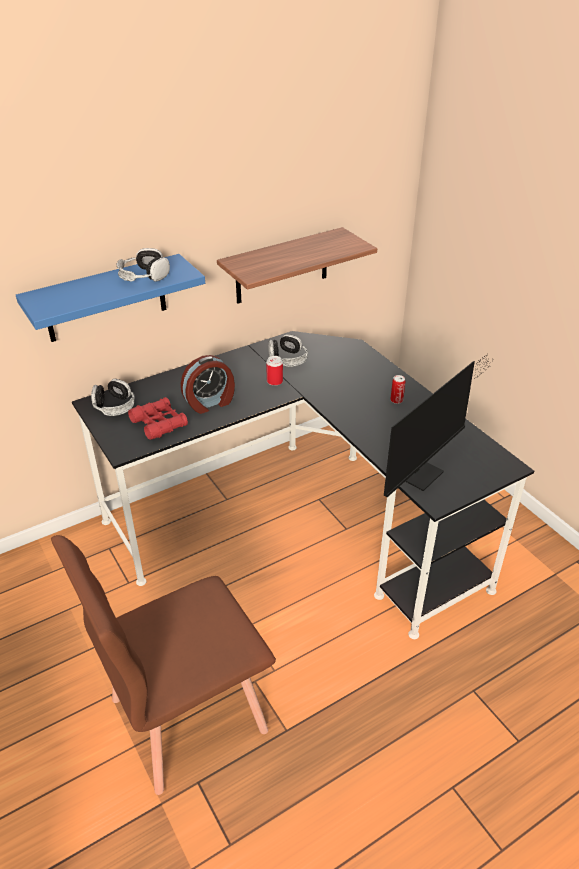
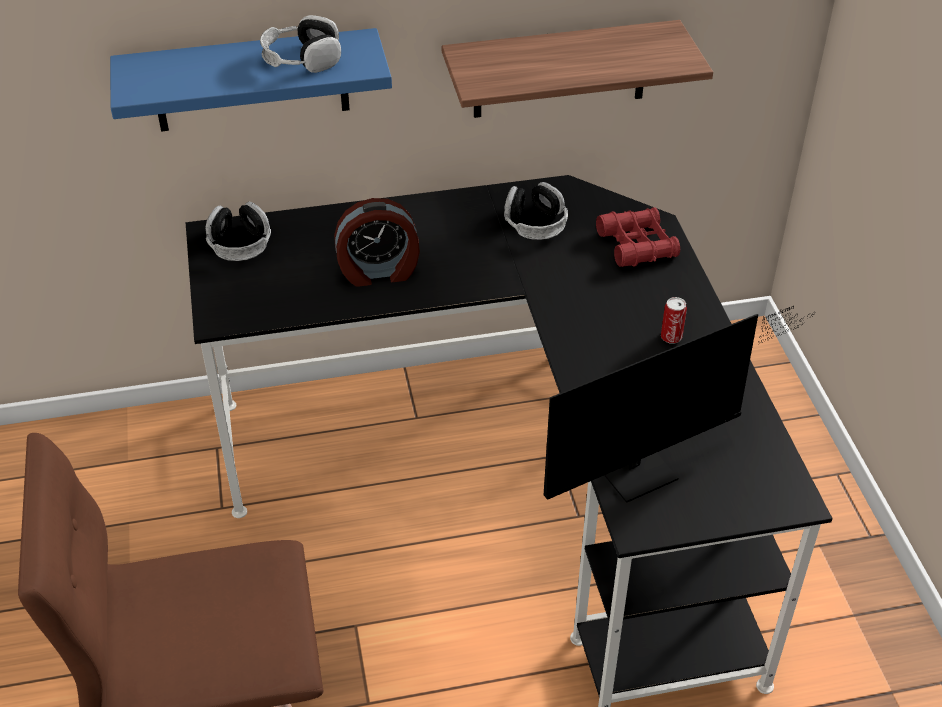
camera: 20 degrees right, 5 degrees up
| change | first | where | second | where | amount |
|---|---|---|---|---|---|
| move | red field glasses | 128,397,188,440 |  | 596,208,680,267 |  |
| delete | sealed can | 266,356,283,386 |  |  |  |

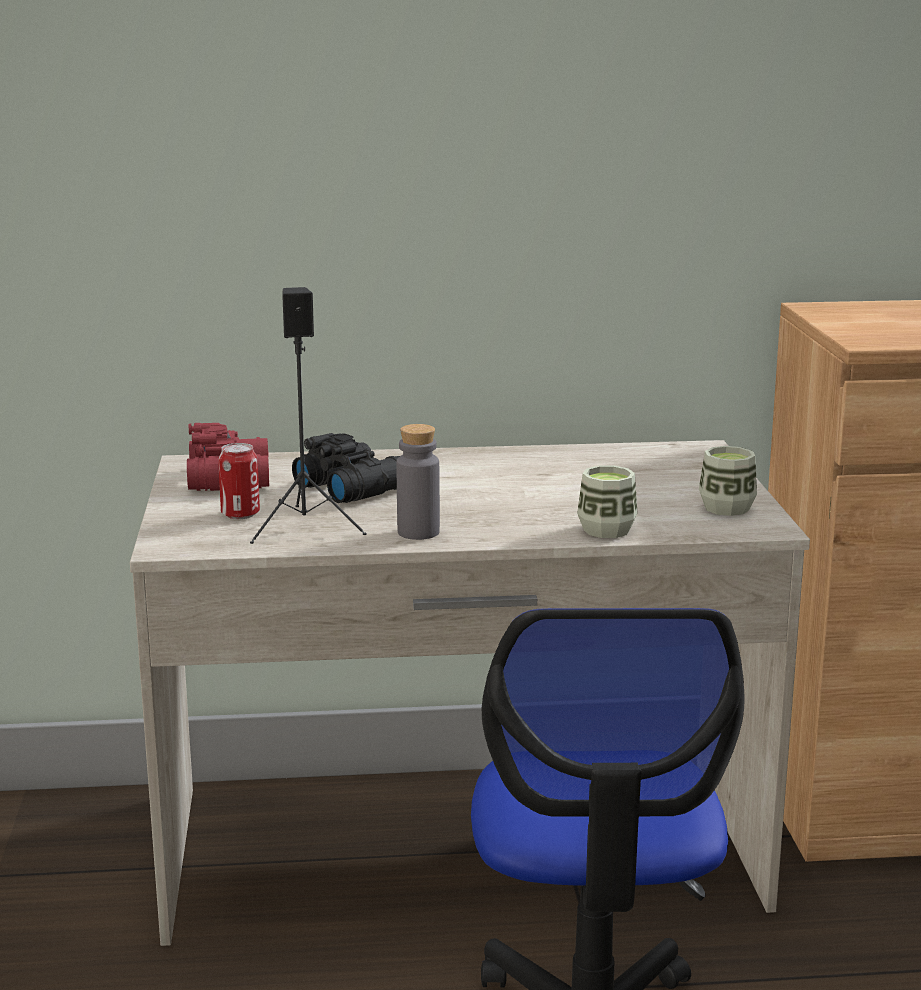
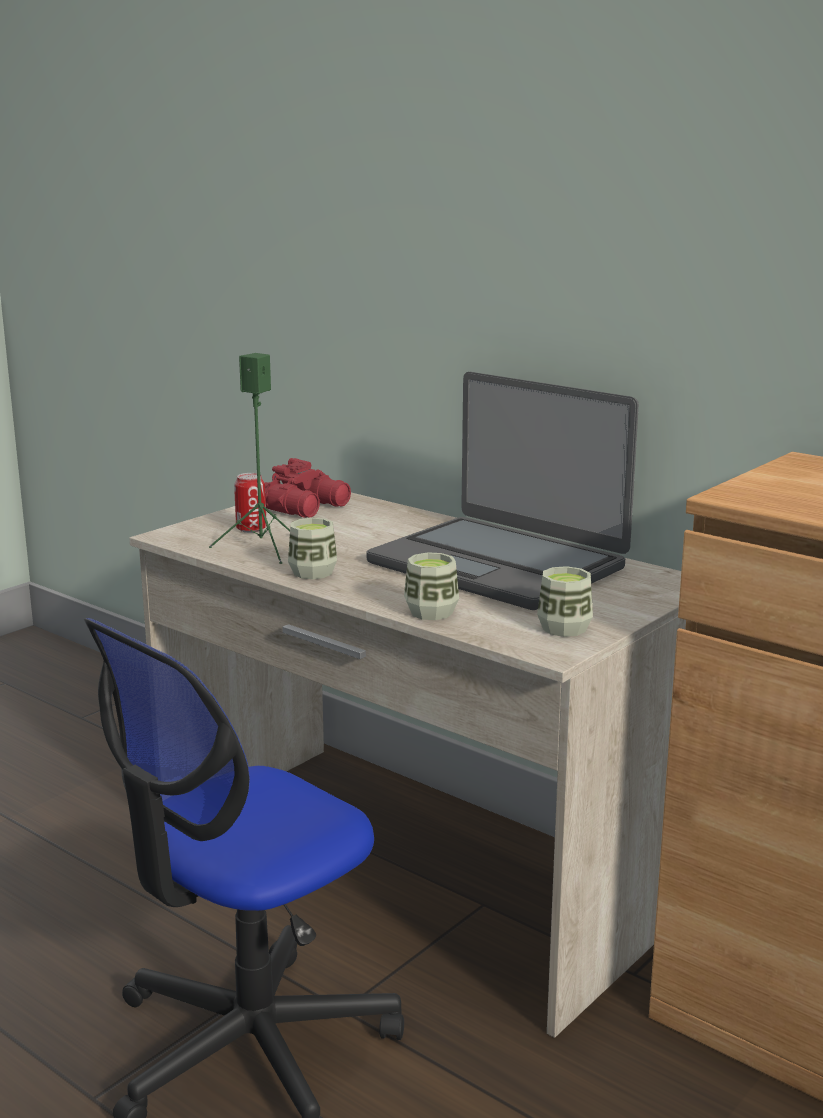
camera: 45 degrees right, 0 degrees up
| change | first | where | second | where | amount |
|---|---|---|---|---|---|
| recolor | black-coloured speaker | 250,287,366,544 | green-coloured speaker | 209,353,290,564 |  |
| replace | gray beverage bottle | 397,424,440,540 | small cup | 288,518,337,579 |  |
| insert |  |  | notebook computer | 366,372,639,610 |  |
| delete | black-coloured field glasses | 292,433,400,503 |  |  |  |

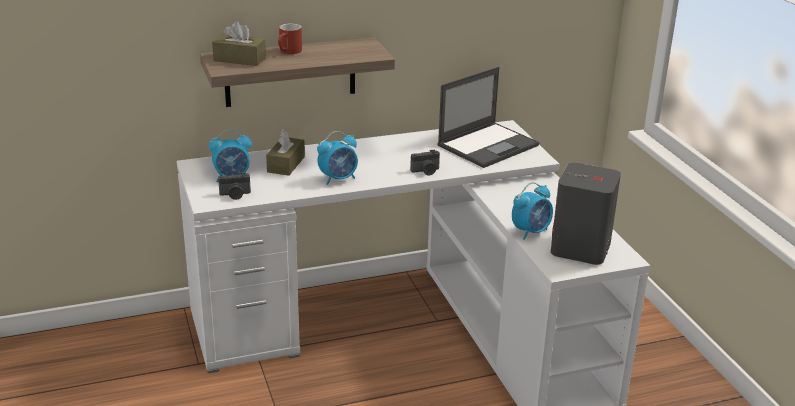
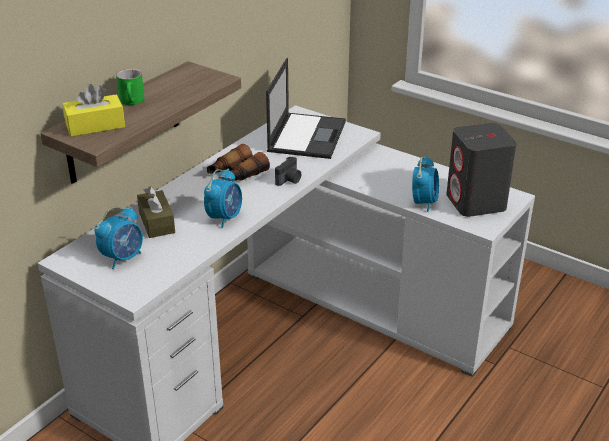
camera: 35 degrees left, 5 degrees up
| change | first | where | second | where | amount |
|---|---|---|---|---|---|
| recolor | brownish tissue box | 212,21,266,66 | yellow-coloured tissue box | 62,84,125,137 |  |
| recolor | red coffee mug | 278,24,302,54 | green-coloured coffee mug | 116,69,145,105 |  |
| insert |  |  | field glasses | 207,144,270,181 |  |
| delete | still camera | 218,172,251,200 |  |  |  |

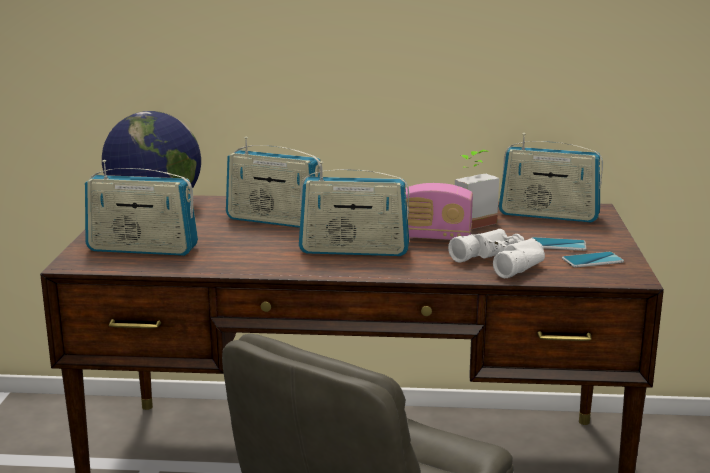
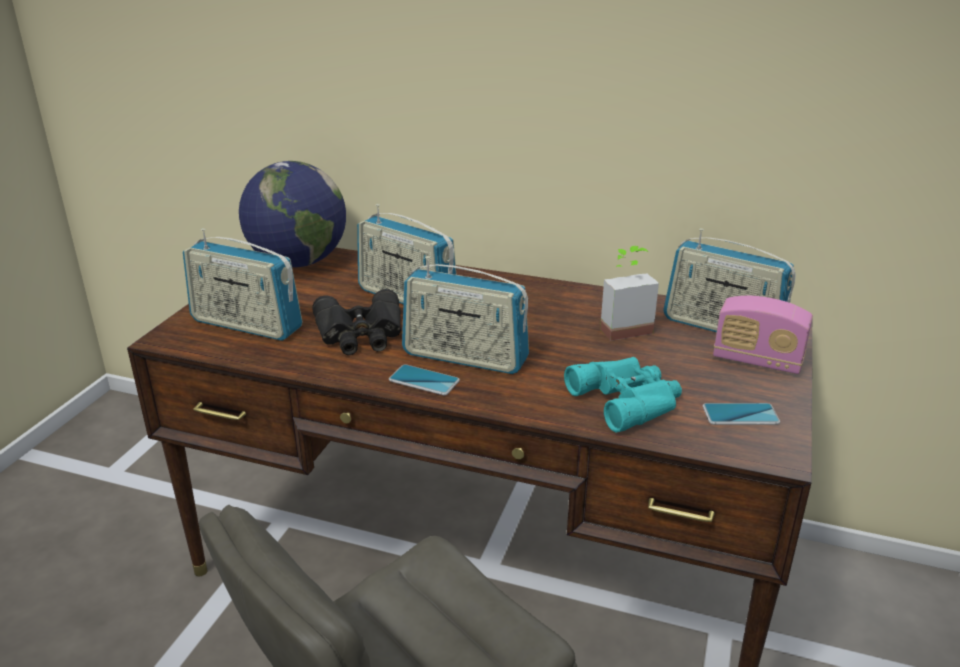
camera: 15 degrees right, 10 degrees up
| change | first | where | second | where | amount |
|---|---|---|---|---|---|
| insert |  |  | black-coloured field glasses | 312,289,401,355 |  |
| move | handset | 532,237,586,251 |  | 389,364,460,395 |  |
| recolor | white-coloured field glasses | 448,229,545,278 | turquoise-coloured field glasses | 564,357,682,433 |  |
| move | radio set | 406,183,473,240 |  | 713,296,813,374 |  |

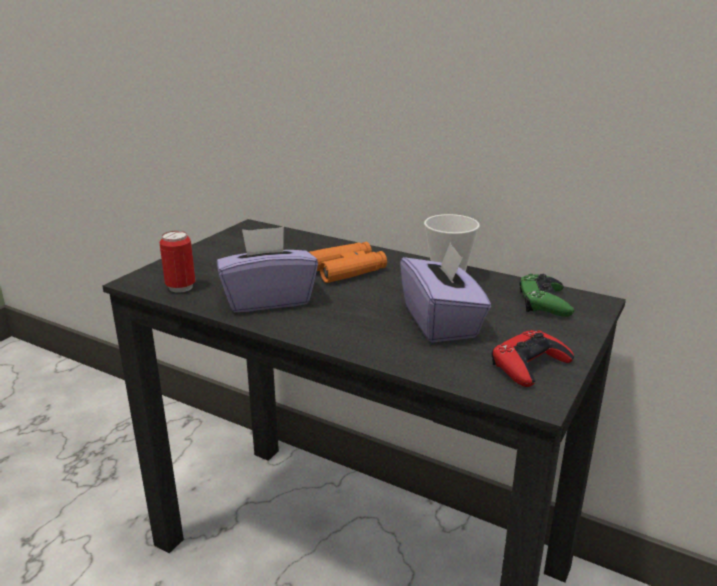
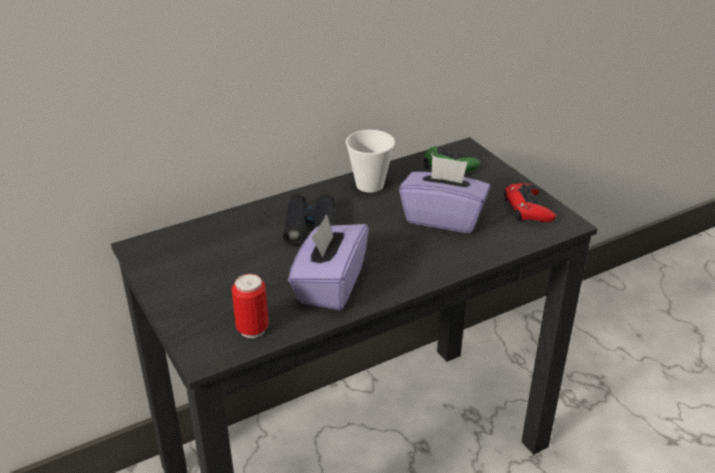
camera: 60 degrees left, 10 degrees up
| change | first | where | second | where | amount |
|---|---|---|---|---|---|
| recolor | orange-coloured field glasses | 309,242,387,283 | black-coloured field glasses | 283,194,335,245 |  |

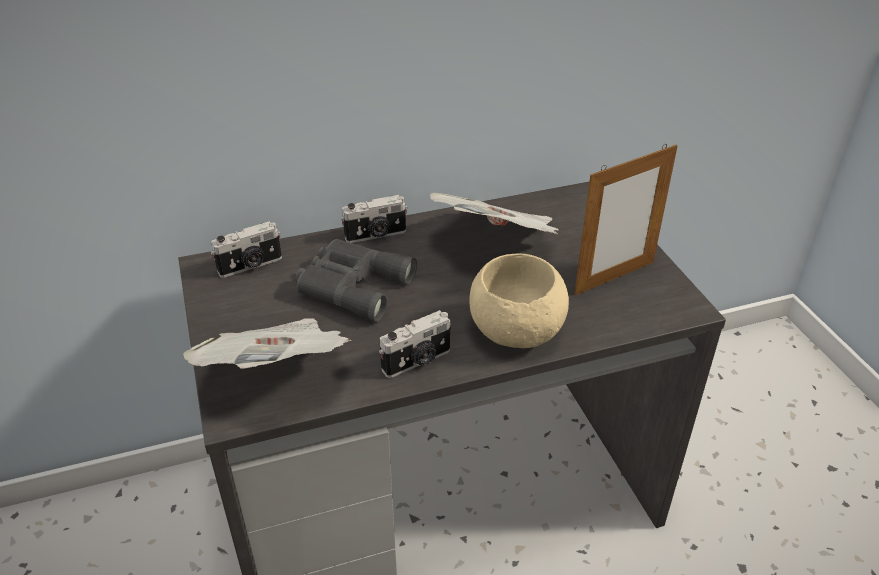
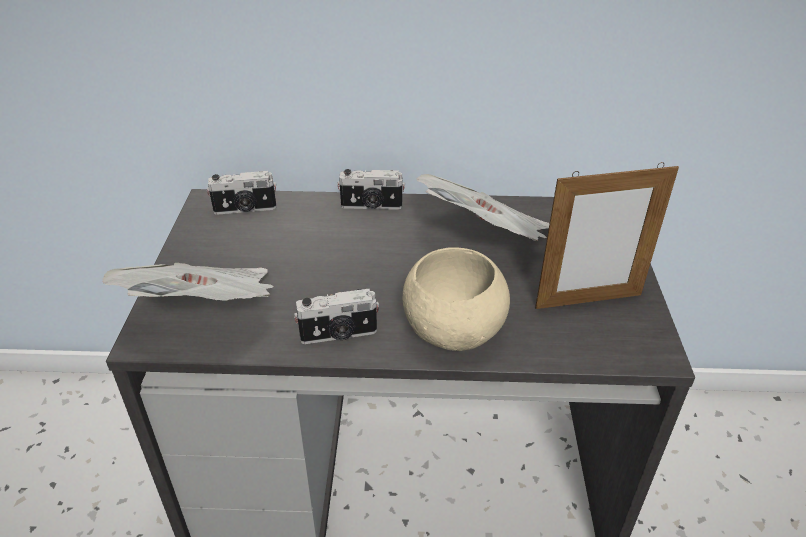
camera: 20 degrees right, 0 degrees up
| change | first | where | second | where | amount |
|---|---|---|---|---|---|
| delete | gray field glasses | 296,239,417,322 |  |  |  |

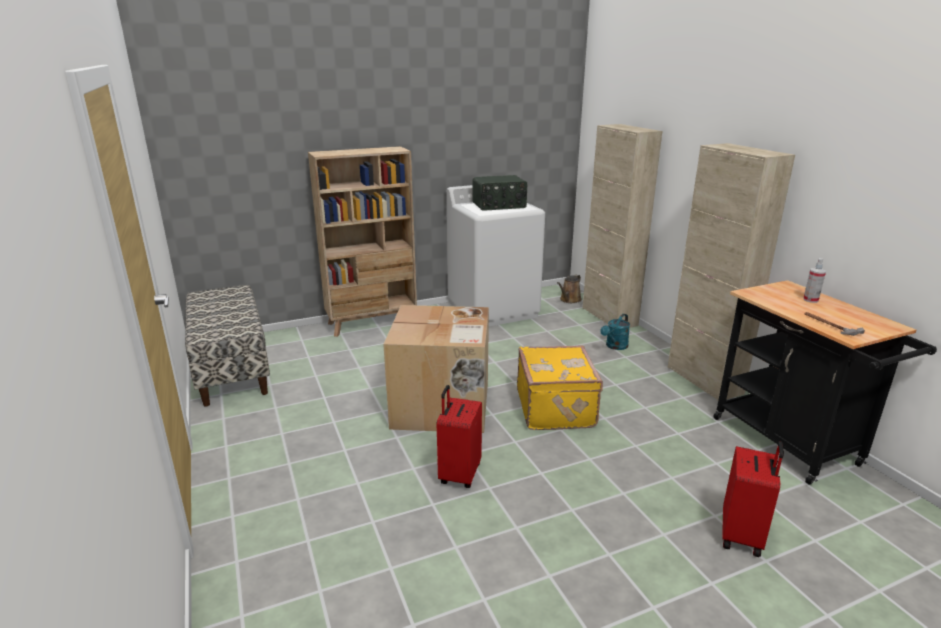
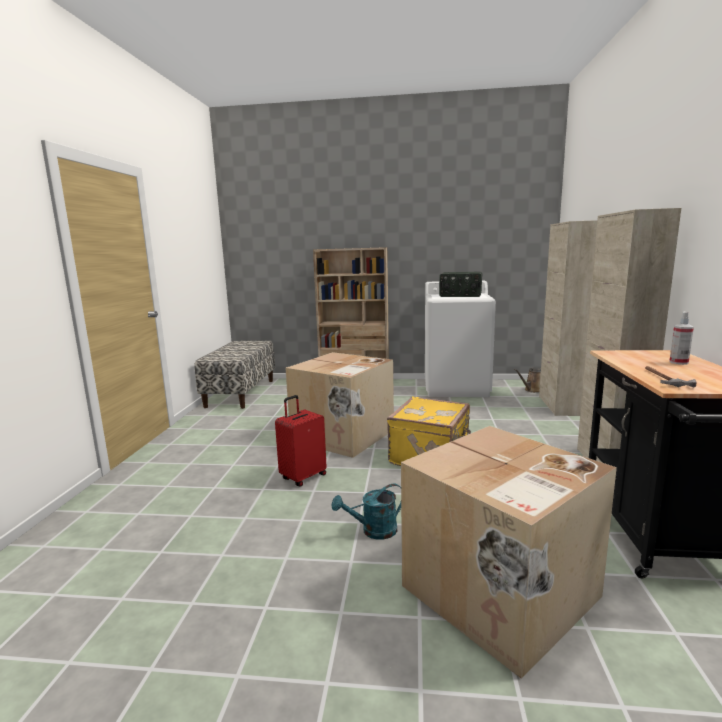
camera: 30 degrees right, 10 degrees down
| change | first | where | second | where | amount |
|---|---|---|---|---|---|
| move | turquoise-coloured sprinkling can | 600,314,630,350 |  | 332,484,401,540 |  |
| replace | red piece of luggage | 722,441,784,557 | packing box | 401,426,617,679 |  |

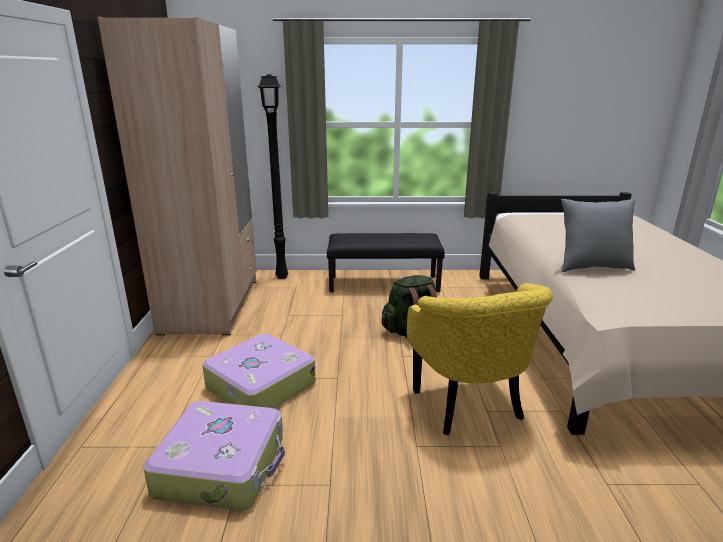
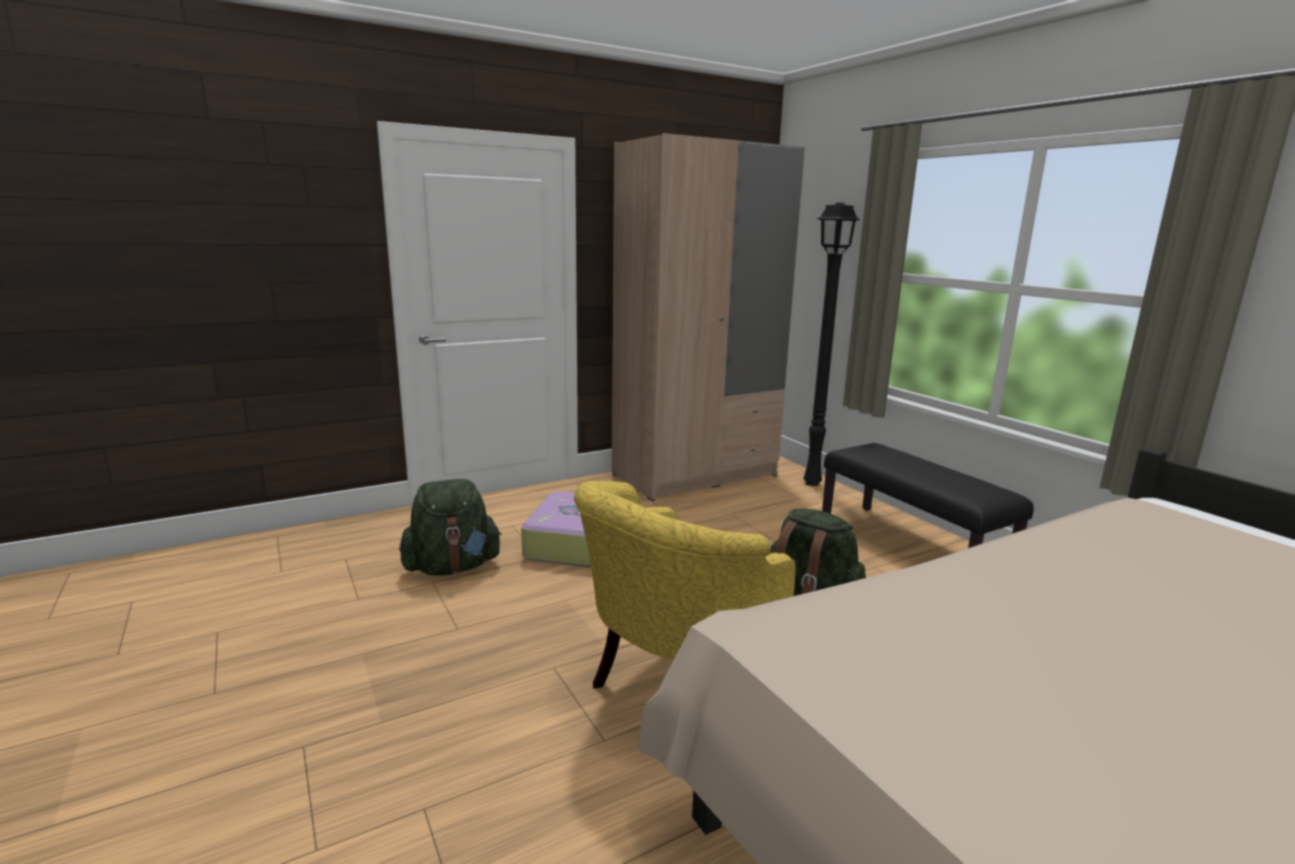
camera: 60 degrees right, 5 degrees down
| change | first | where | second | where | amount |
|---|---|---|---|---|---|
| replace | piece of luggage | 143,401,285,511 | green-coloured rucksack | 399,479,502,576 |  |
| delete | gray pillow | 561,199,635,272 |  |  |  |

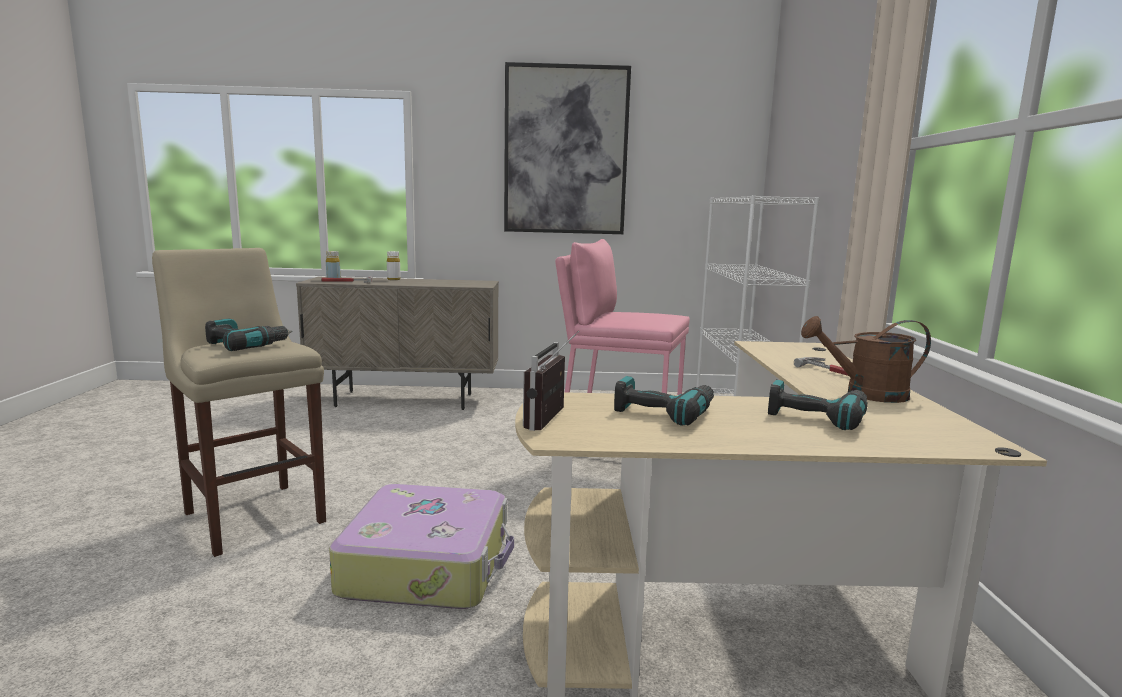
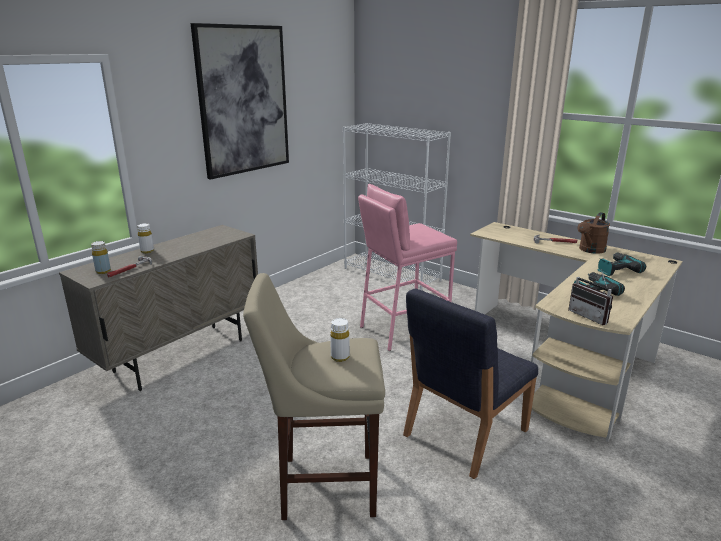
camera: 50 degrees left, 10 degrees up
| change | first | where | second | where | amount |
|---|---|---|---|---|---|
| replace | electric drill | 205,319,293,351 | white-coloured beverage bottle | 330,318,350,362 |  |
| replace | piece of luggage | 329,484,514,609 | bluish plain chair | 403,289,538,479 |  |

